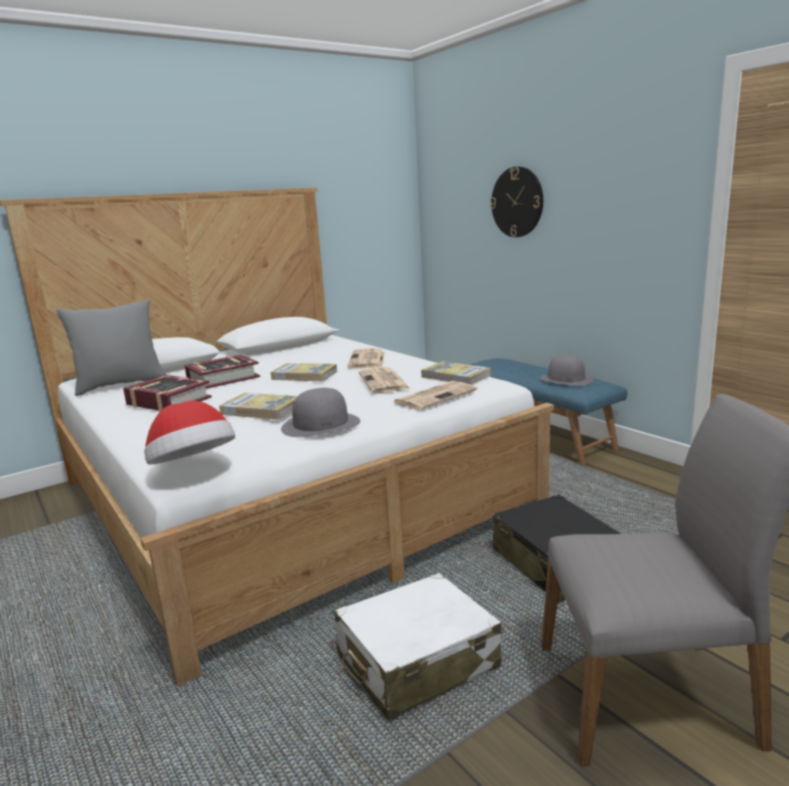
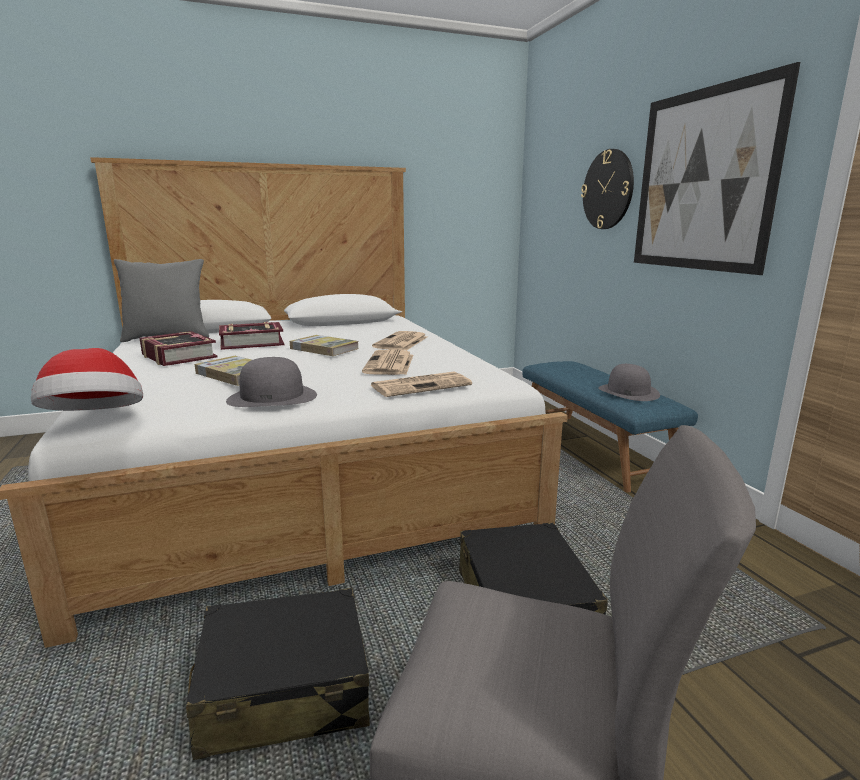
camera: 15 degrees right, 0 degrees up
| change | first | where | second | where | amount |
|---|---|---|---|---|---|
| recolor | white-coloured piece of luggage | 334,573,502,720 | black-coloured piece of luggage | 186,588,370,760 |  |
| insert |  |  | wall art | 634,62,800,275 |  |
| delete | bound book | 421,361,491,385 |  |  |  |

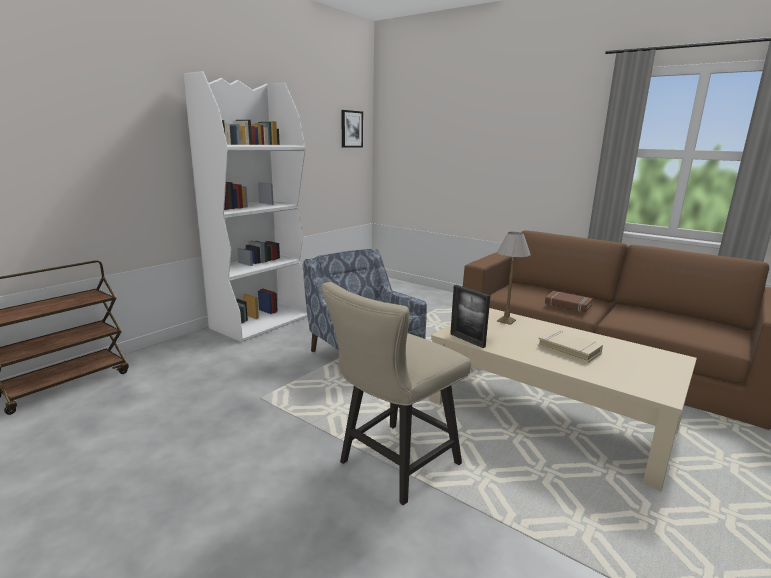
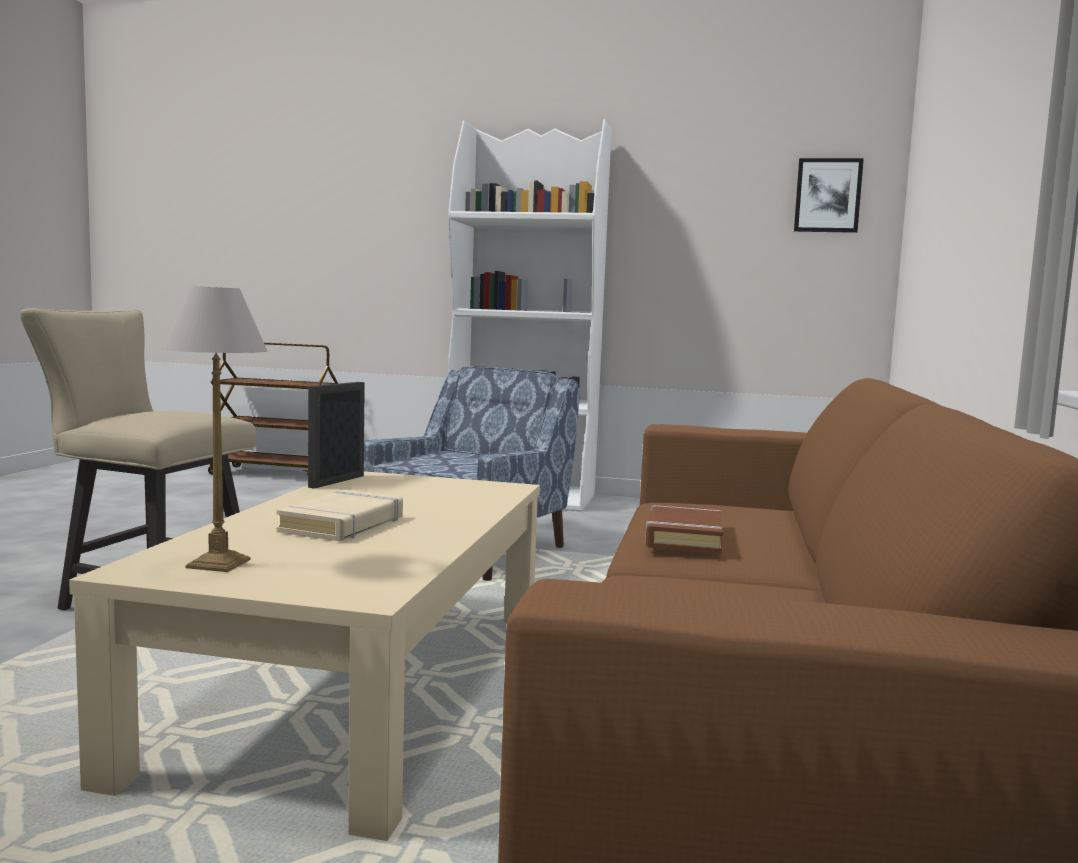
camera: 65 degrees right, 10 degrees down
| change | first | where | second | where | amount |
|---|---|---|---|---|---|
| move | lamp for a table | 497,232,531,325 |  | 163,287,267,572 |  |

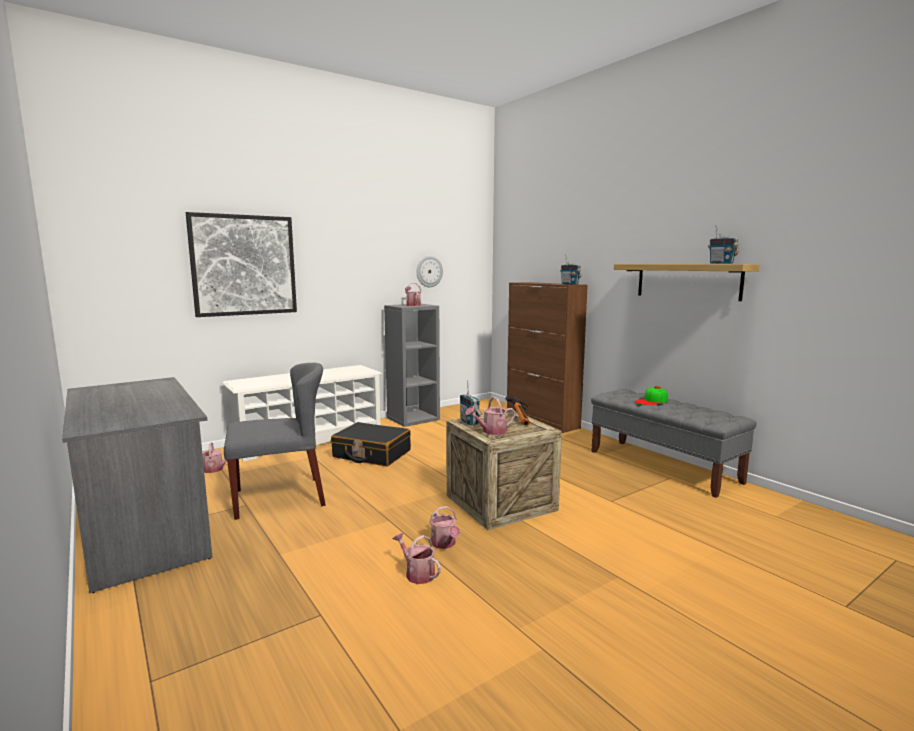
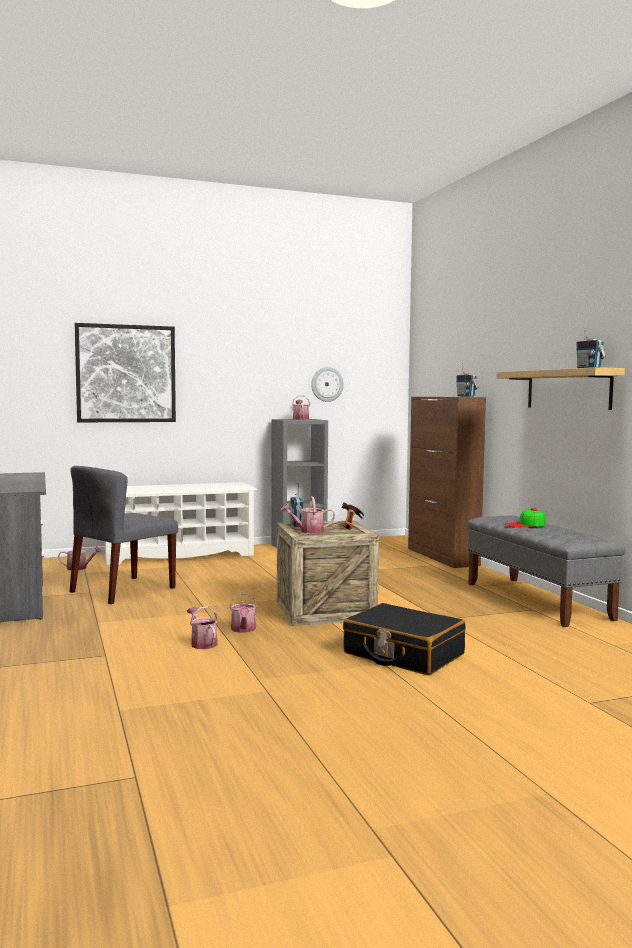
camera: 15 degrees right, 5 degrees down
| change | first | where | second | where | amount |
|---|---|---|---|---|---|
| rotate | gray plain chair | 224,363,326,520 |  | 69,466,178,604 | 135 degrees clockwise |
| move | black-coloured piece of luggage | 331,422,411,466 |  | 343,603,466,675 |  |

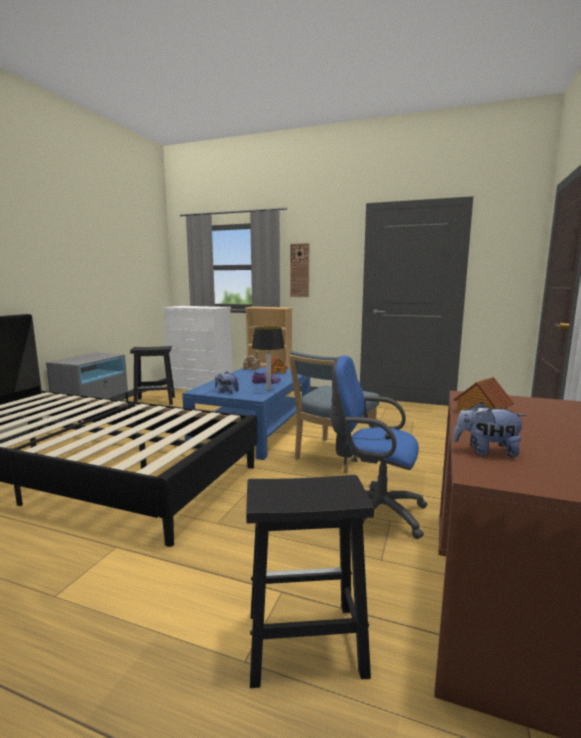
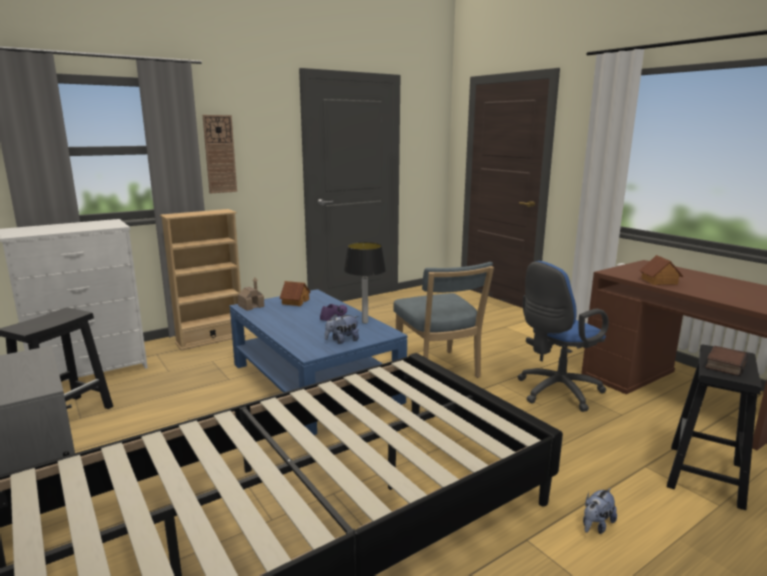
camera: 55 degrees left, 5 degrees up
| change | first | where | second | where | amount |
|---|---|---|---|---|---|
| move | plush toy | 453,402,527,457 |  | 583,488,617,534 |  |
| insert |  |  | bound book | 705,346,748,376 |  |

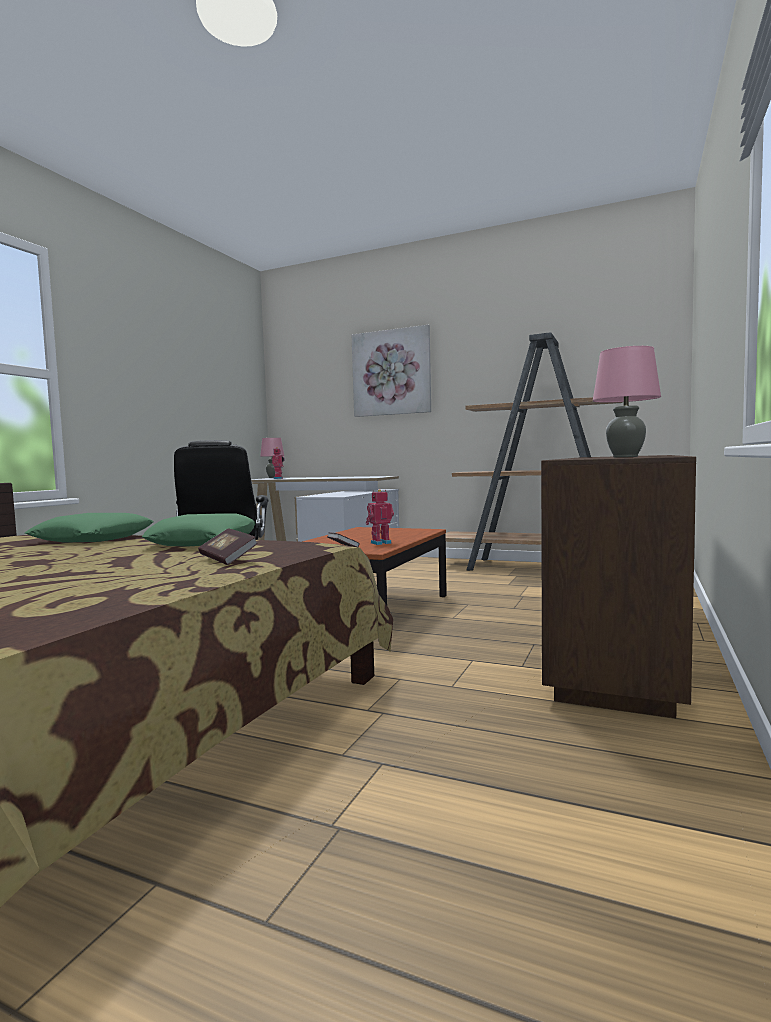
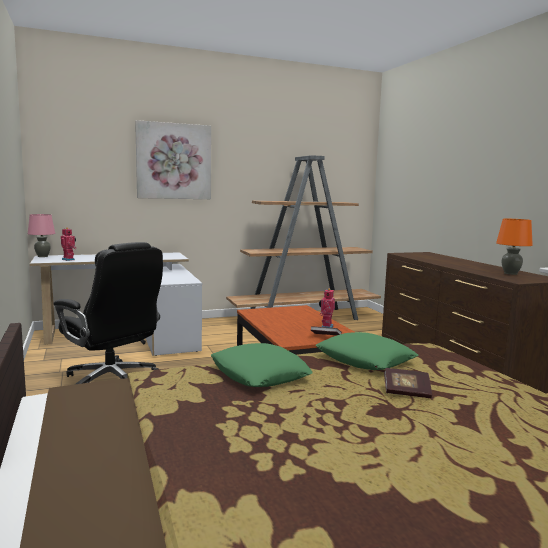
camera: 45 degrees left, 5 degrees up
| change | first | where | second | where | amount |
|---|---|---|---|---|---|
| move | bound book | 198,529,258,565 |  | 384,368,432,398 |  |
| recolor | pinkish lamp for a table | 593,346,661,457 | orange-coloured lamp for a table | 496,219,533,275 |  |

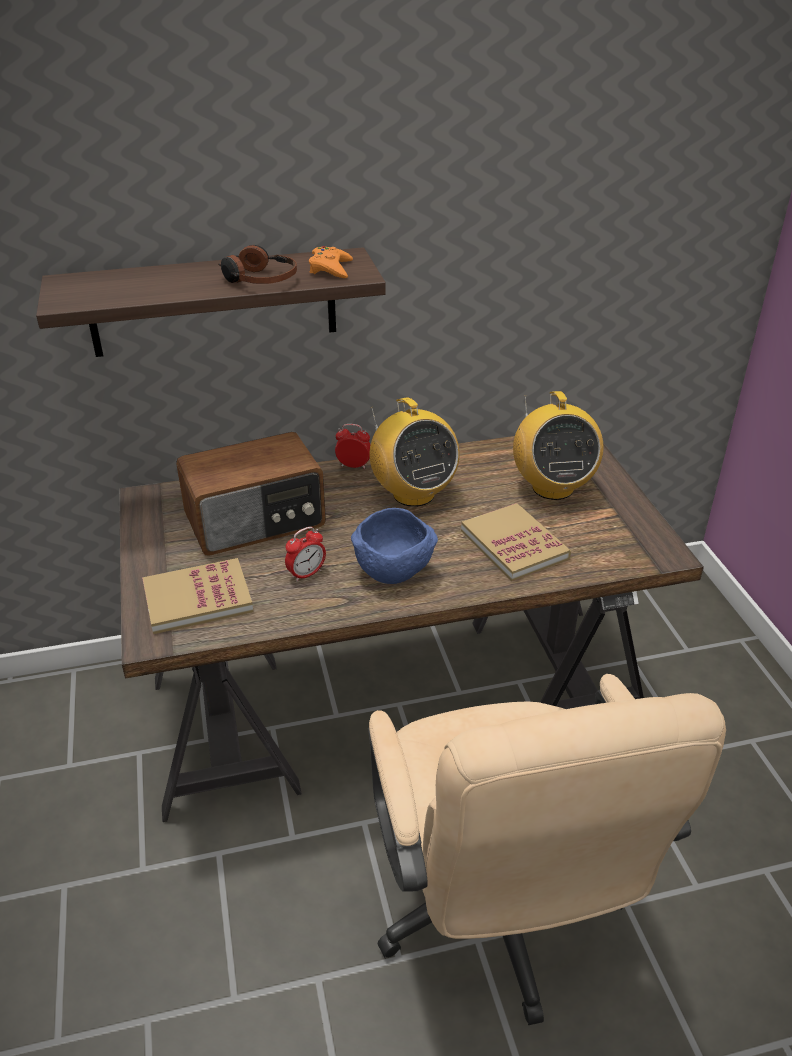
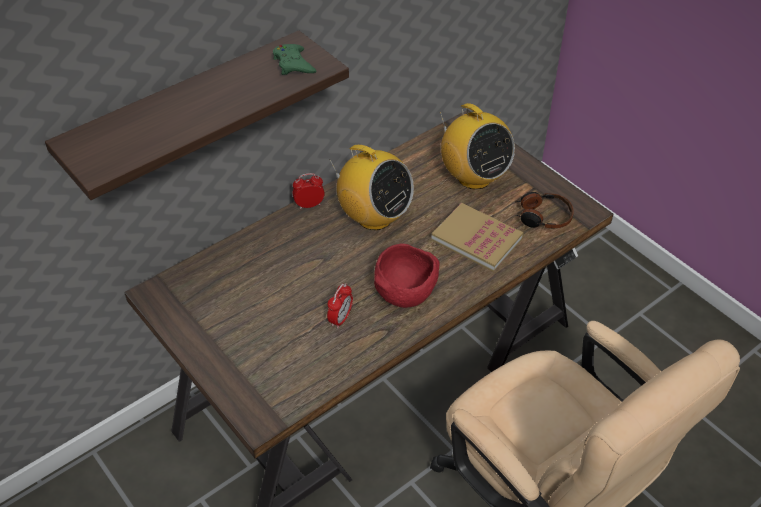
camera: 25 degrees left, 10 degrees up
| change | first | where | second | where | amount |
|---|---|---|---|---|---|
| recolor | orange-coloured game controller | 309,246,353,278 | green-coloured game controller | 273,44,316,75 |  |
| recolor | bluish serving bowl | 351,508,438,584 | red serving bowl | 374,244,440,308 |  |
| move | headphones | 218,245,297,284 |  | 516,192,574,228 |  |
| delete | bound book | 142,558,254,634 |  |  |  |
| delete | radio set | 176,432,326,556 |  |  |  |

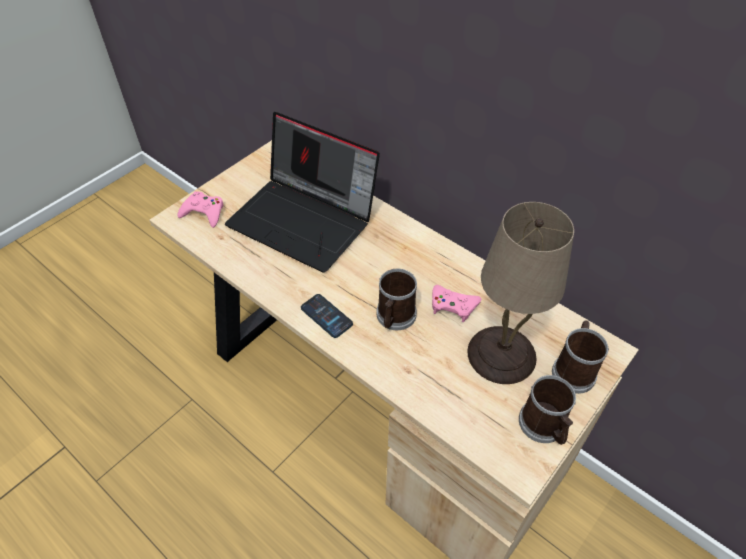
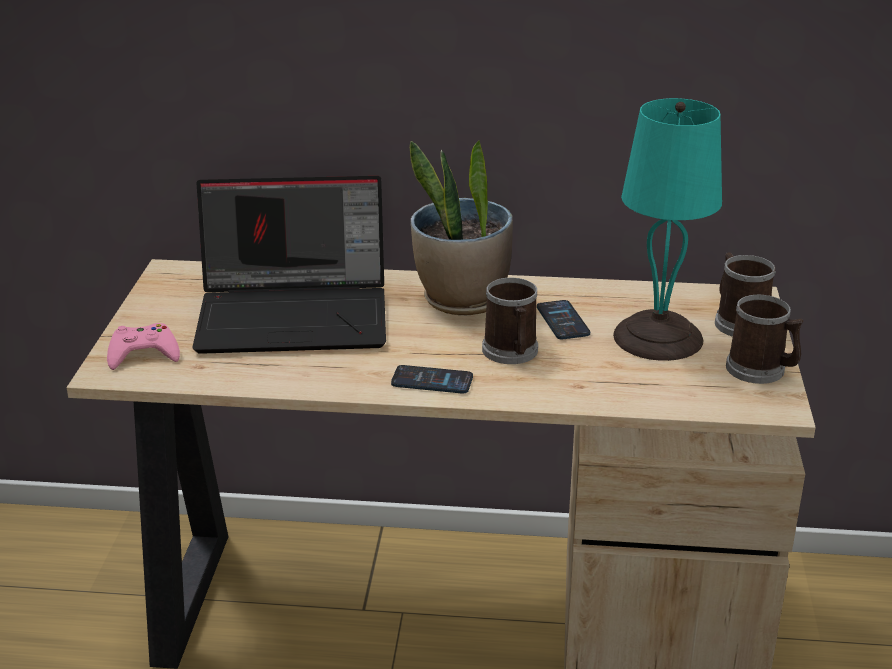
camera: 35 degrees left, 20 degrees down
| change | first | where | second | where | amount |
|---|---|---|---|---|---|
| insert |  |  | potted plant | 410,140,513,315 |  |
| replace | pinkish game controller | 432,285,481,322 | handset | 537,300,590,339 |  |
| recolor | beige-coloured lamp for a table | 467,202,574,384 | turquoise-coloured lamp for a table | 613,98,722,361 |  |

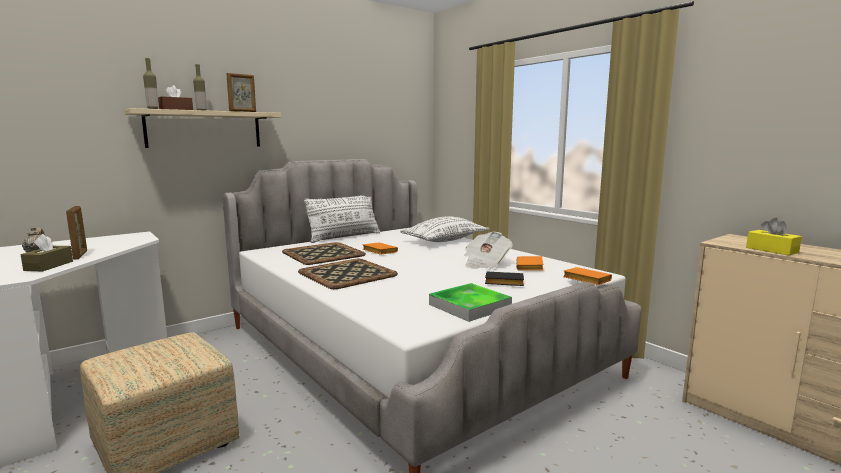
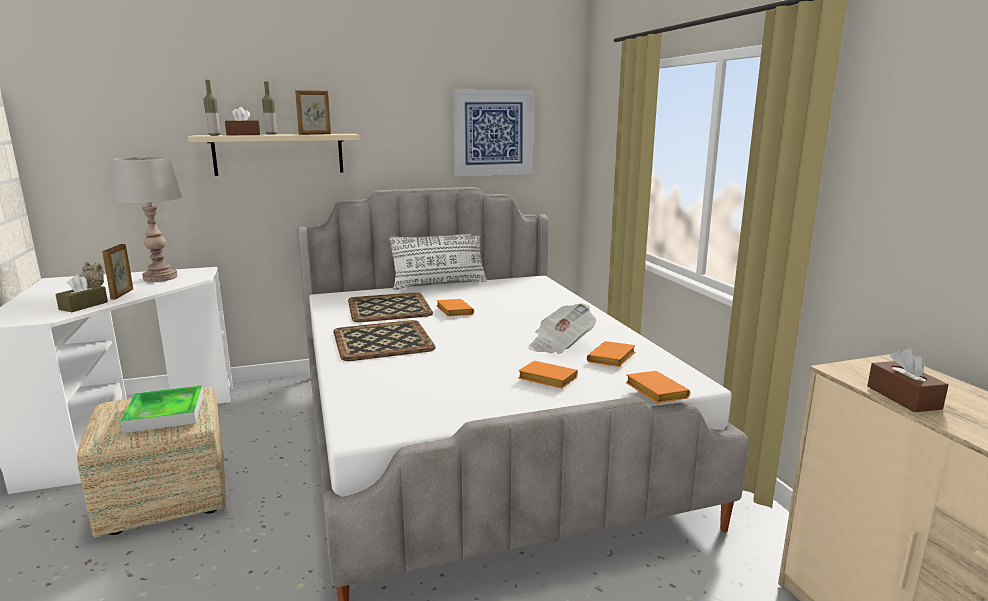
camera: 20 degrees right, 5 degrees up
| change | first | where | second | where | amount |
|---|---|---|---|---|---|
| insert |  |  | gray lamp for a table | 113,156,182,282 |  |
| move | tray | 429,283,512,322 |  | 120,385,204,433 |  |
| insert |  |  | wall art | 452,89,534,176 |  |
| recolor | black-coloured bound book | 485,272,524,286 | orange-coloured bound book | 518,361,578,389 |  |
| recolor | yellow-coloured tissue box | 746,218,802,255 | brownish tissue box | 867,349,948,412 |  |
| delete | white-coloured pillow | 400,216,489,242 |  |  |  |

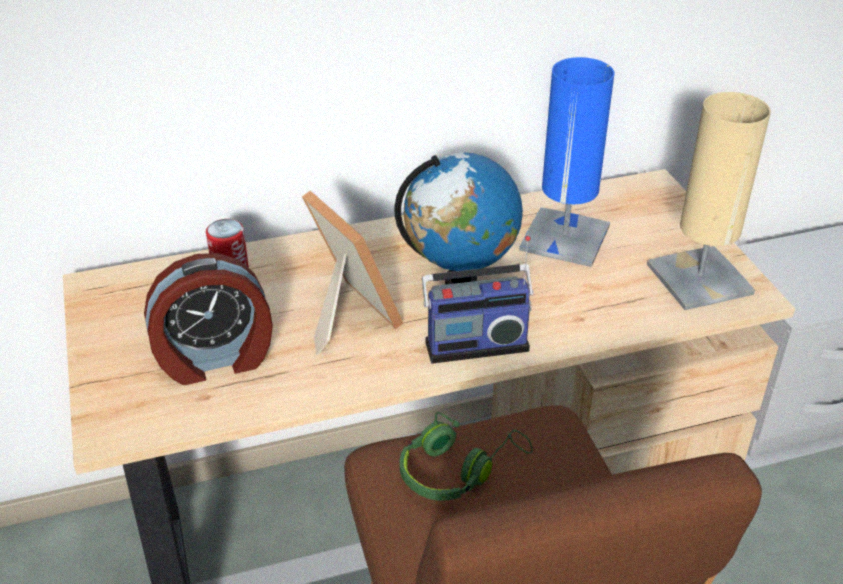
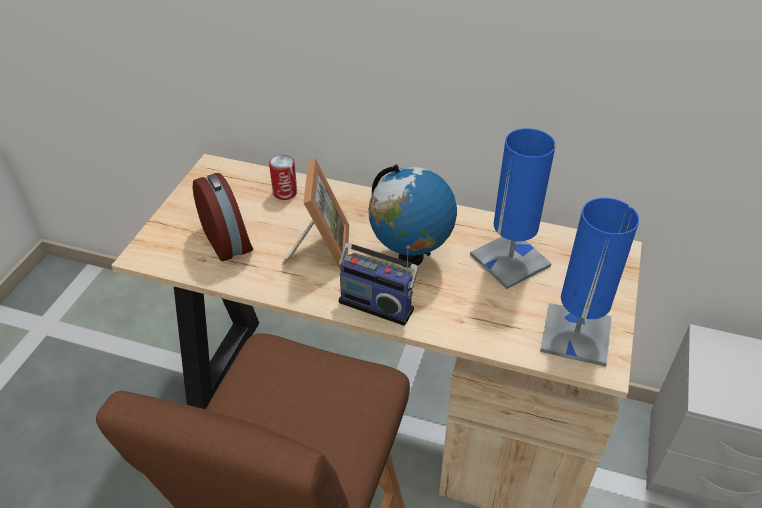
camera: 35 degrees right, 5 degrees up
| change | first | where | second | where | amount |
|---|---|---|---|---|---|
| rotate | bedside clock | 144,253,273,385 |  | 192,173,253,261 | 135 degrees counterclockwise |
| recolor | beige-coloured lamp for a table | 647,92,771,310 | bluish lamp for a table | 540,198,639,367 |  |
| delete | green-coloured headphones | 400,412,533,501 |  |  |  |

